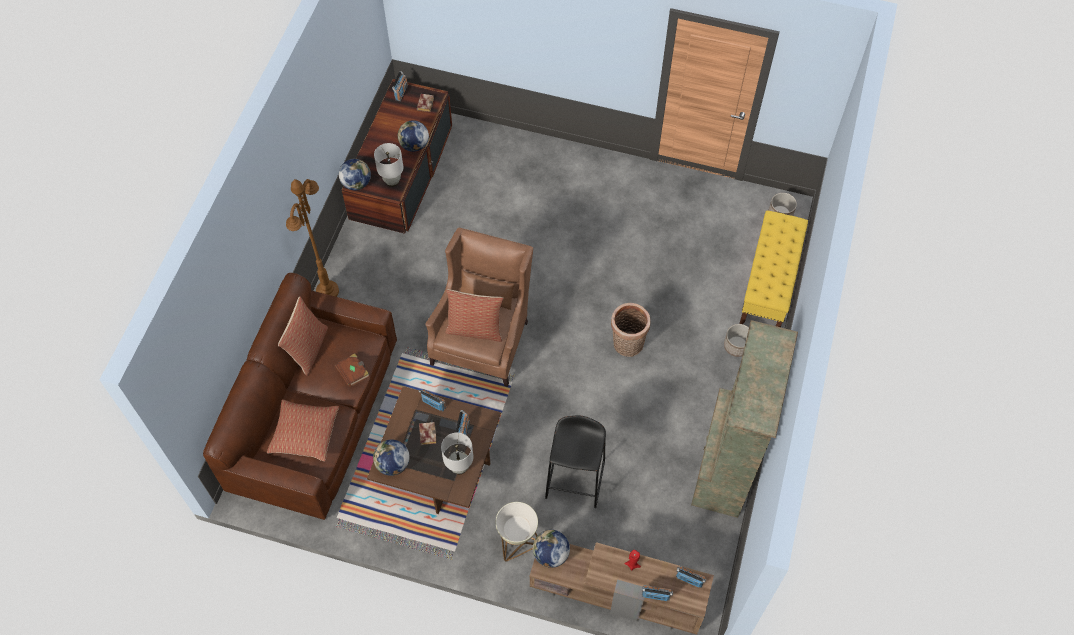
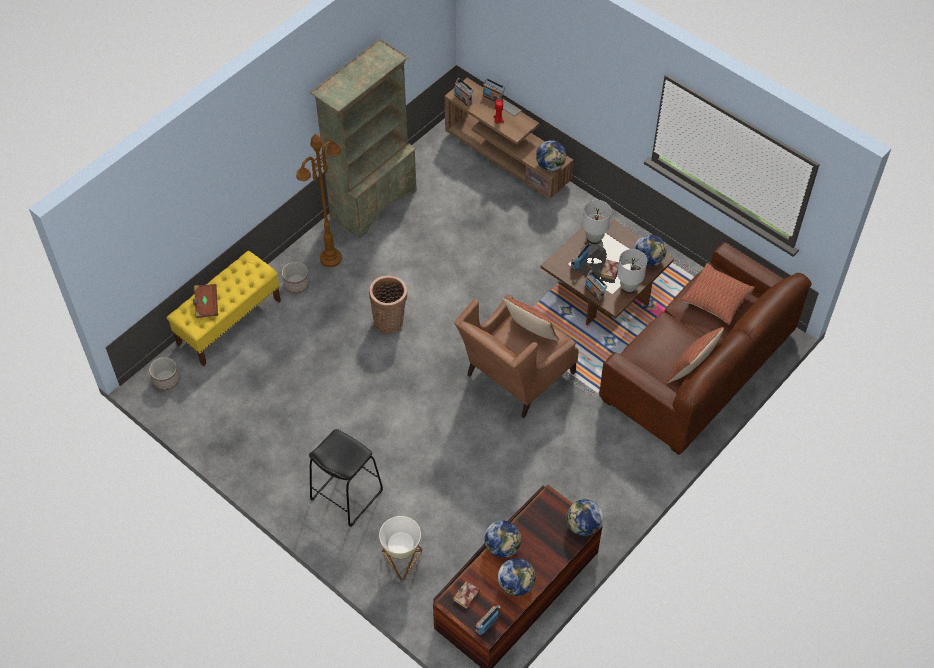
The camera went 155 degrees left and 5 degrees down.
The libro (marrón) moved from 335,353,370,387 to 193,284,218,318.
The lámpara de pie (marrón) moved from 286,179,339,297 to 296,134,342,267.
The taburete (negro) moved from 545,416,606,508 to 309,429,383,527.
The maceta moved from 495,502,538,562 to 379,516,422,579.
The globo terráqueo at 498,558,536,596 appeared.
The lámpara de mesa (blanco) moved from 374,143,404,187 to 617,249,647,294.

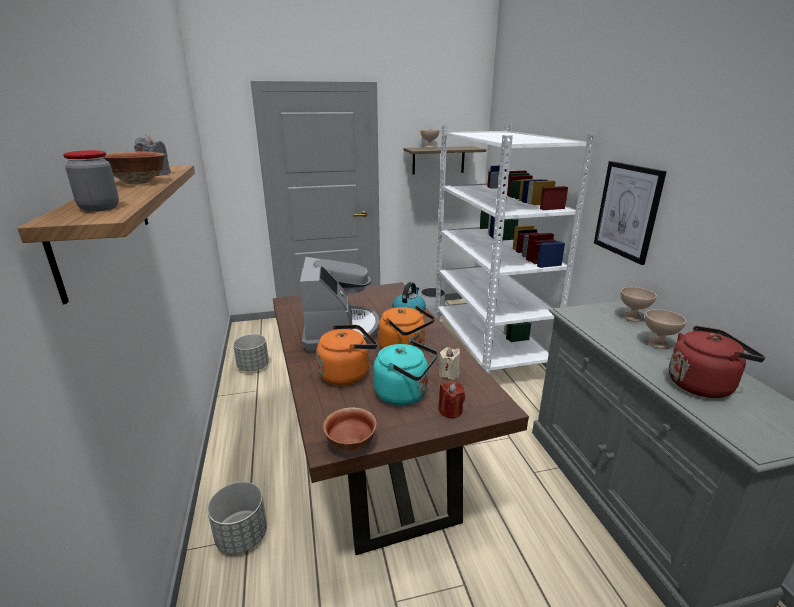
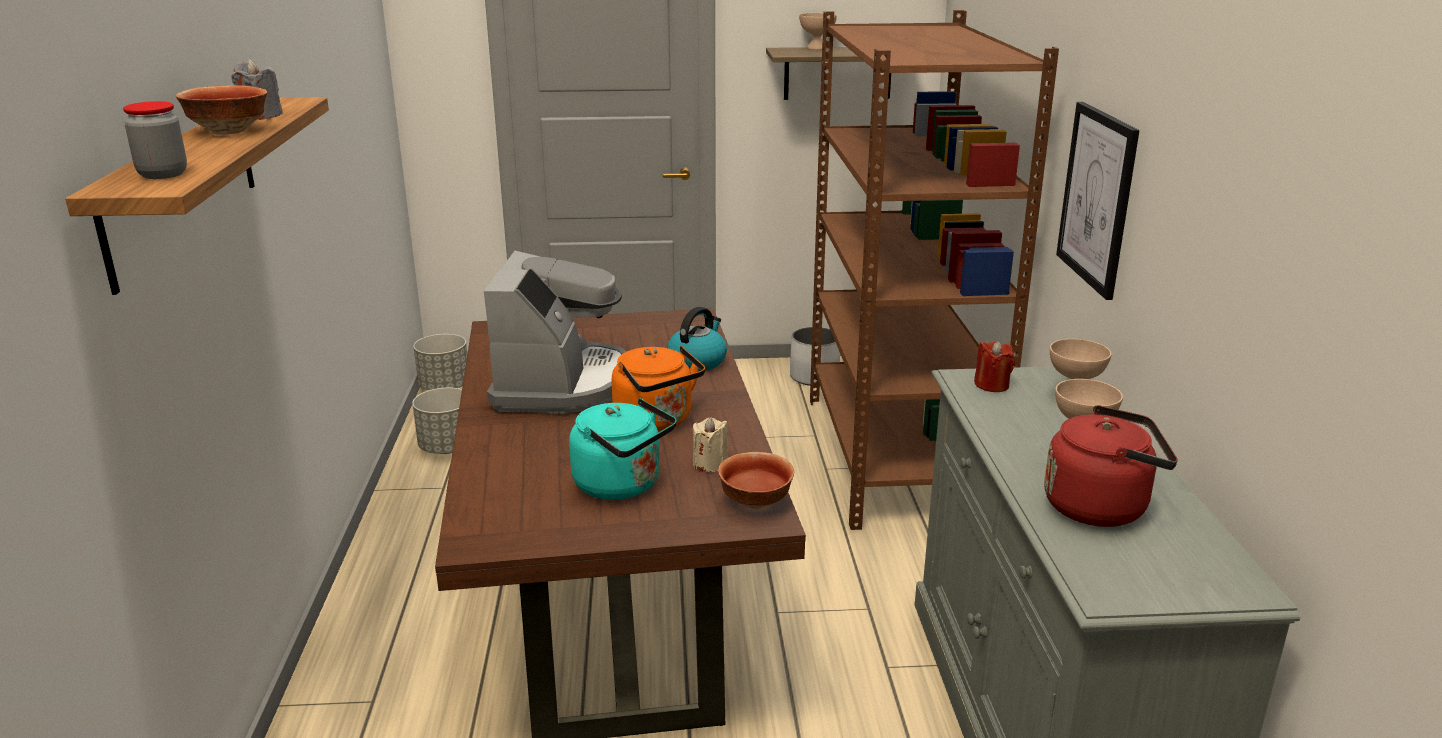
The camera went 10 degrees right and 0 degrees up.
The maceta (gris) moved from 207,482,267,554 to 413,334,467,390.
The cuenco moved from 323,407,377,452 to 718,452,794,509.
The estantería (blanco) at 435,124,595,375 became the estantería (marrón) at 810,10,1059,530.
The vela (rojo) moved from 438,381,465,418 to 974,340,1015,392.
The hervidor (naranja) at 317,325,377,385 disappeared.

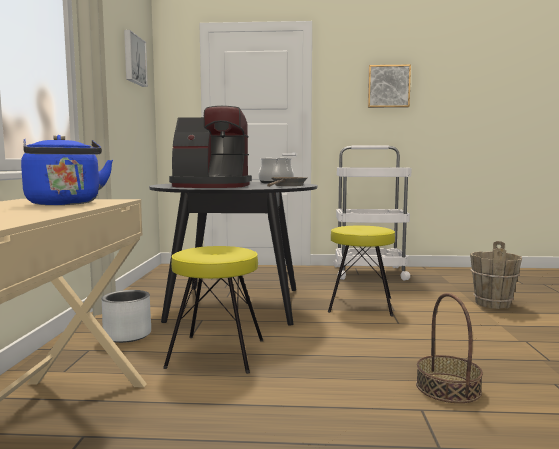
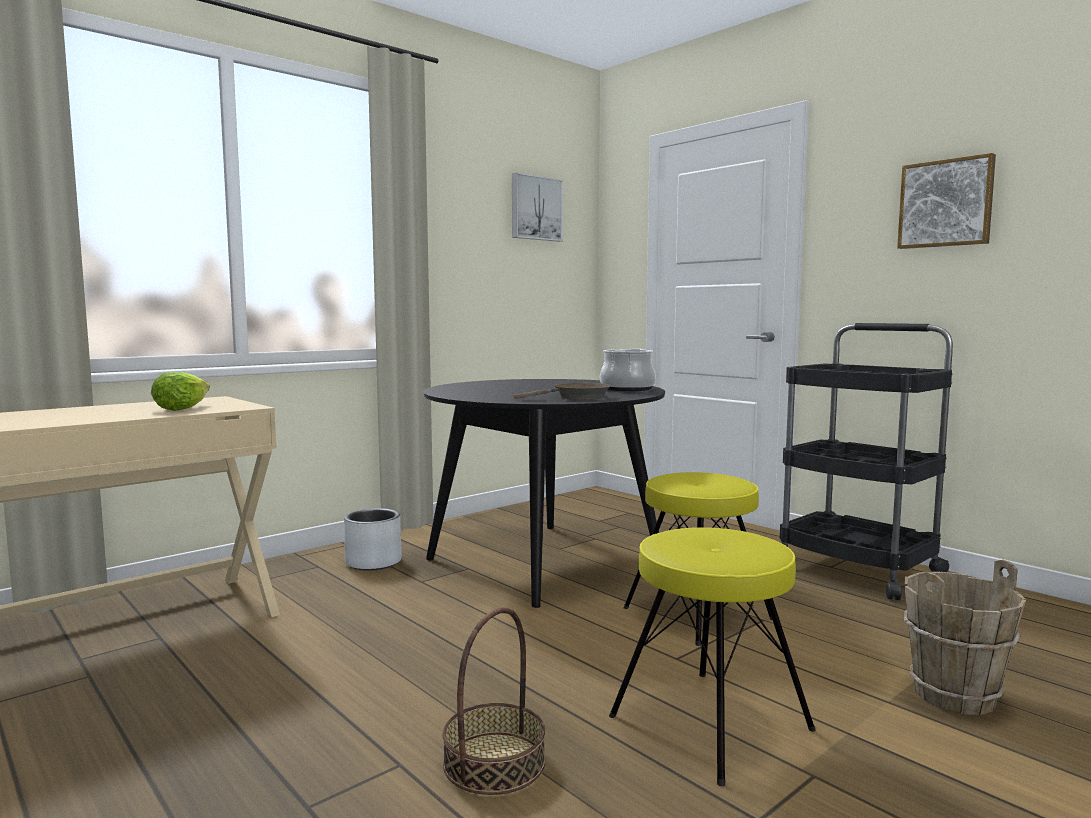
The camera went 45 degrees right and 0 degrees up.
The hervidor (azul) at 21,135,113,205 was replaced by the lechuga at 151,371,210,411.
The taburete (amarillo) moved from 163,246,263,374 to 609,527,816,786.
The carrito (blanco) at 333,145,412,281 became the carrito (negro) at 780,323,953,600.
The cafetera at 169,106,252,188 disappeared.

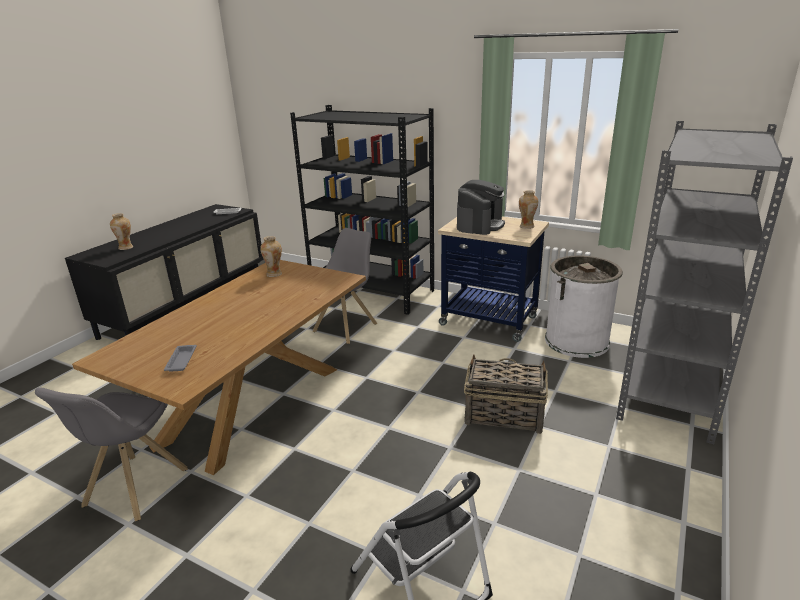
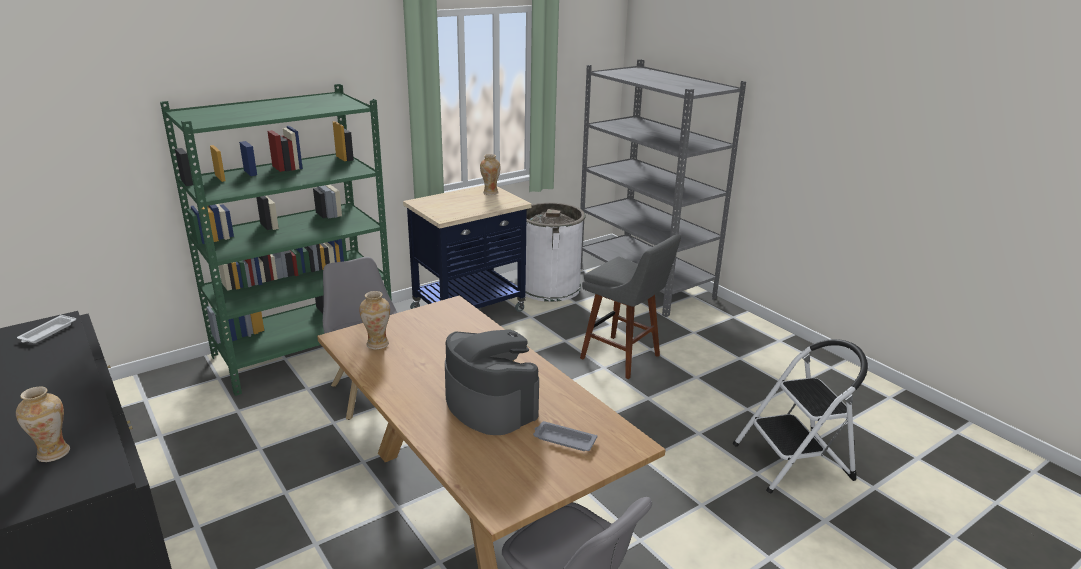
The camera went 65 degrees left and 0 degrees up.
The estantería (negro) at 290,105,434,315 became the estantería (verde) at 160,84,392,396.
The cafetera moved from 457,180,505,235 to 445,330,539,435.
The cesta at 464,354,548,434 was replaced by the taburete (gris) at 580,234,681,379.

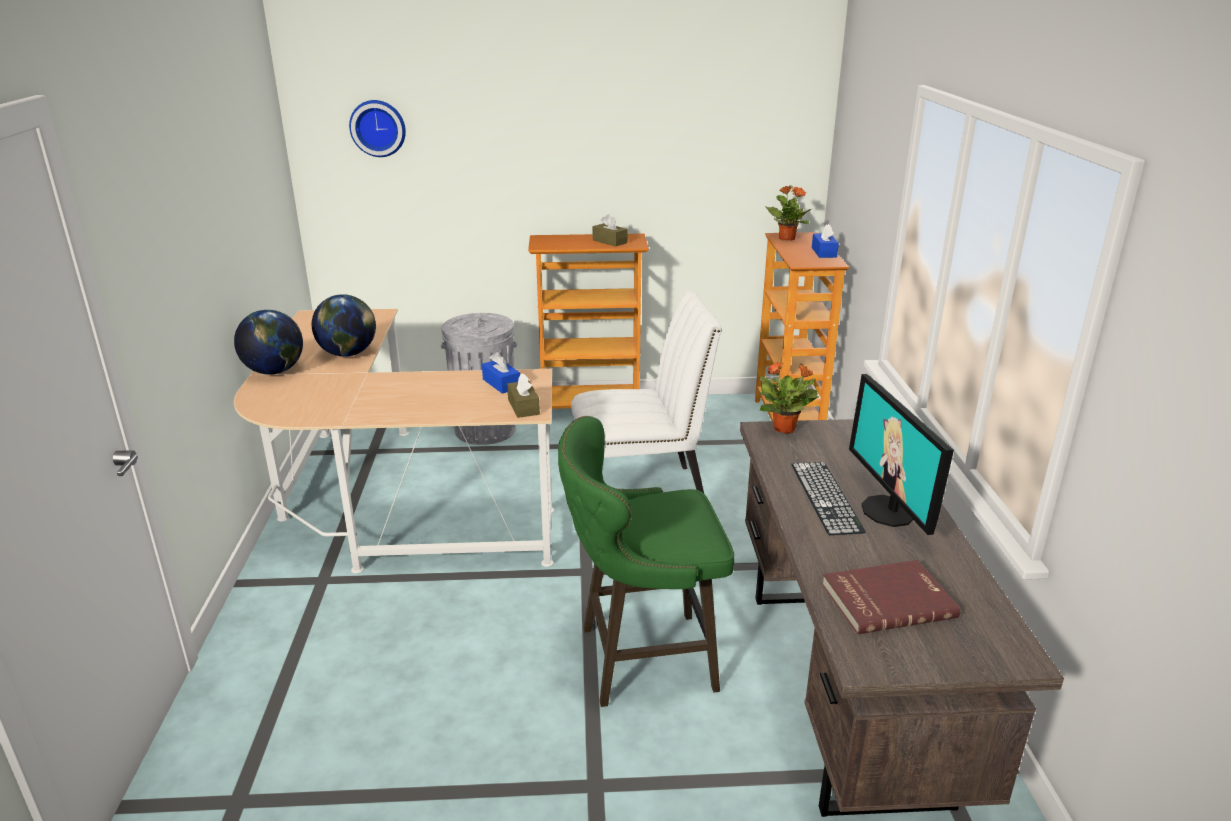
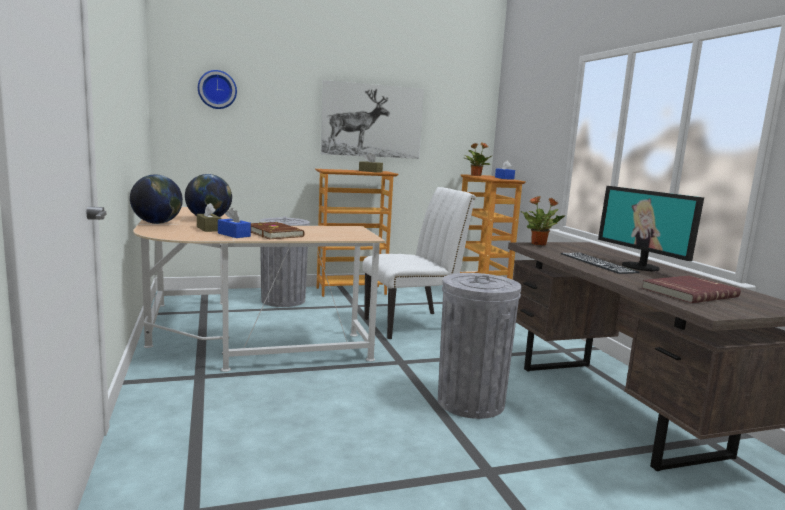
The camera went 15 degrees left and 15 degrees down.
The caja de pañuelos (marrón) moved from 507,373,540,418 to 197,203,221,232.
The caja de pañuelos (azul) moved from 482,352,520,394 to 218,208,251,238.
The libro (marrón) at 251,222,305,239 appeared.
The cuadro at 321,80,424,159 appeared.
The taburete (verde) at 558,416,734,707 was replaced by the papelera (gris) at 438,273,522,419.

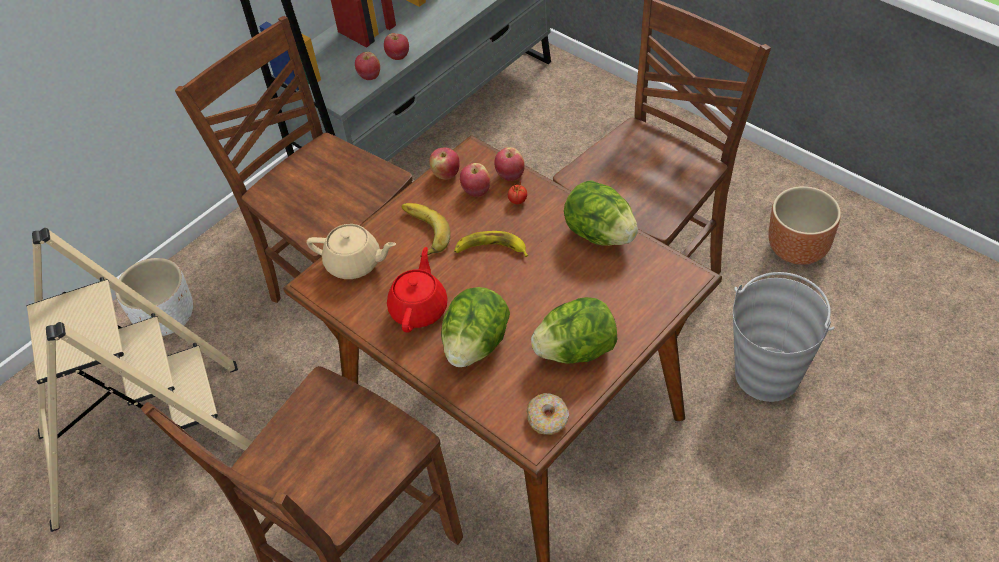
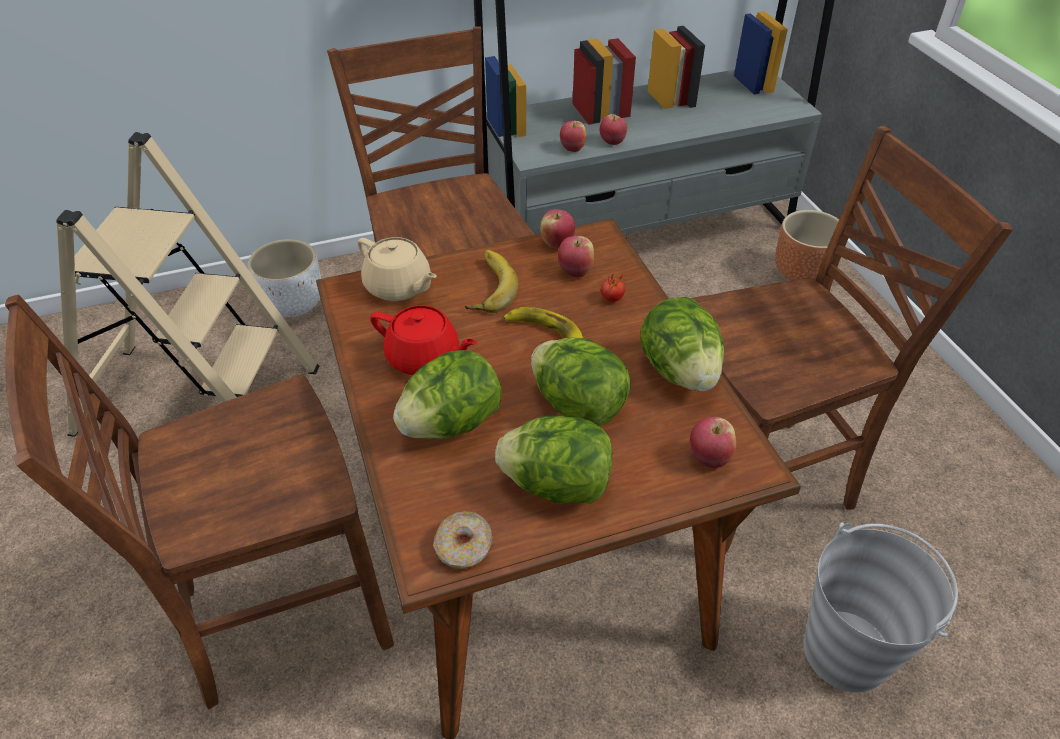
The camera went 25 degrees right and 5 degrees down.
The tetera (rojo) at 387,247,448,332 turned 75 degrees clockwise.
The lechuga at 531,338,631,426 appeared.
The manzana moved from 494,147,525,181 to 690,417,736,468.
The maceta (marrón) moved from 769,186,841,265 to 775,210,839,280.

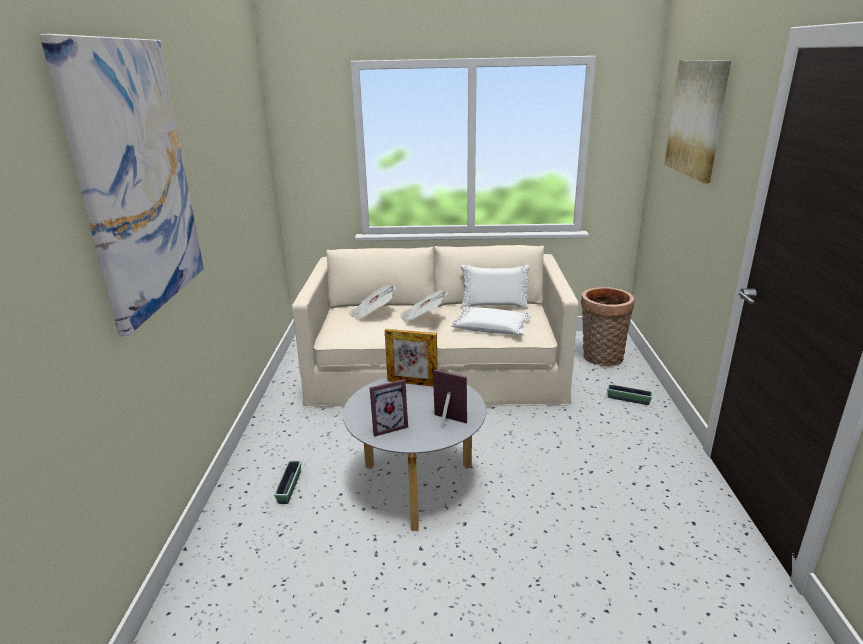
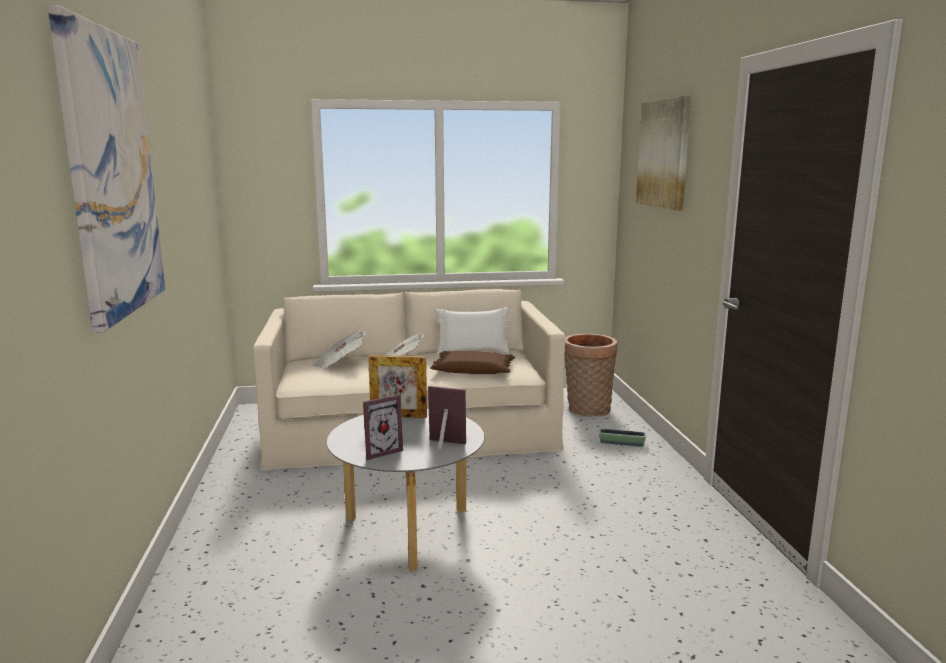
The camera went 10 degrees left and 10 degrees down.
The cojín (blanco) at 451,306,532,335 became the cojín (marrón) at 430,351,515,374.
The maceta at 274,460,301,504 disappeared.

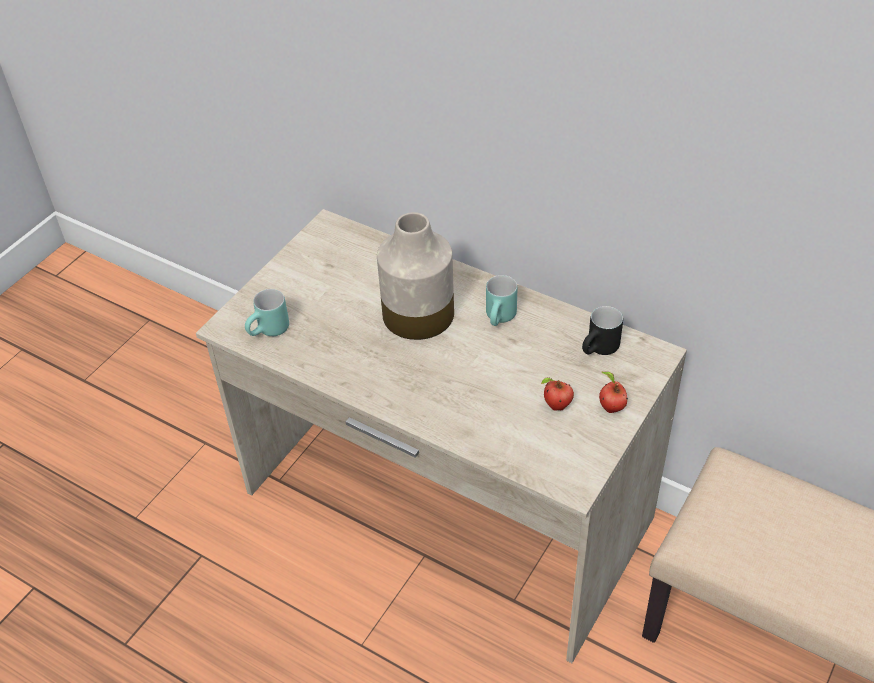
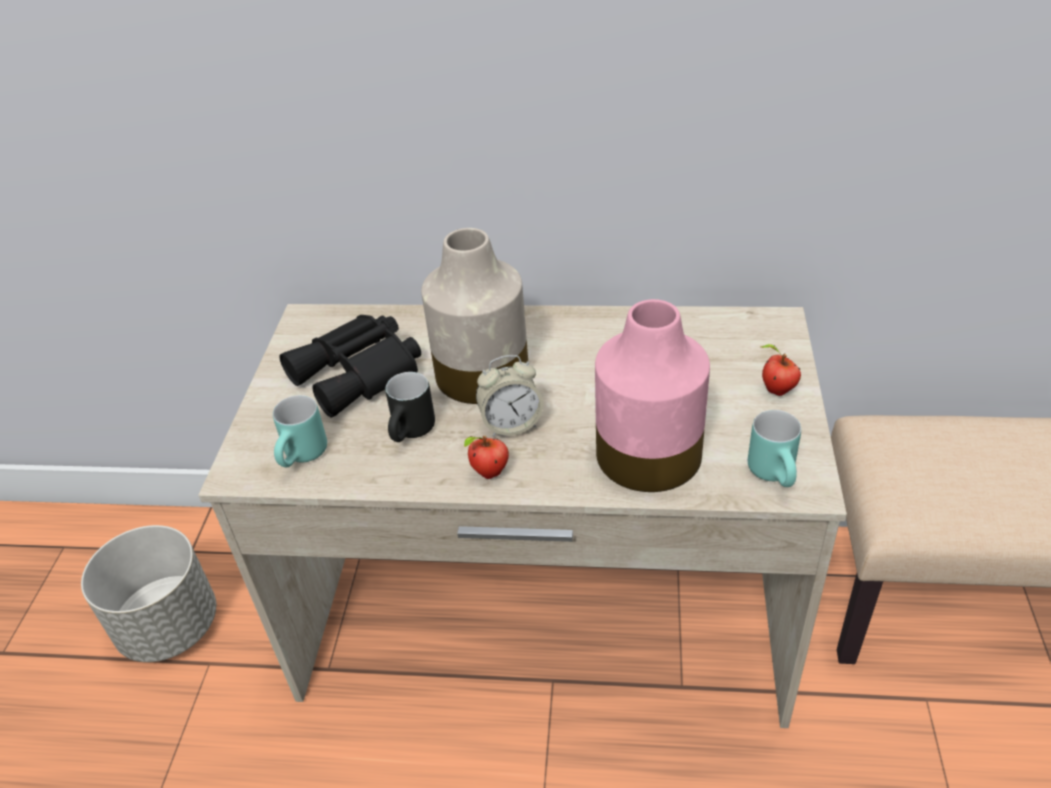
The camera went 25 degrees left and 5 degrees down.
The maceta (gris) at 81,525,216,662 appeared.
The prismáticos (negro) at 279,315,421,417 appeared.
The taza grande (negro) moved from 582,306,623,355 to 385,372,435,442.
The manzana moved from 541,377,574,411 to 464,436,509,479.
The despertador at 476,355,543,437 appeared.
The florero (rosa) at 595,299,710,492 appeared.
The taza grande (turquesa) moved from 486,275,517,326 to 748,410,801,487.

